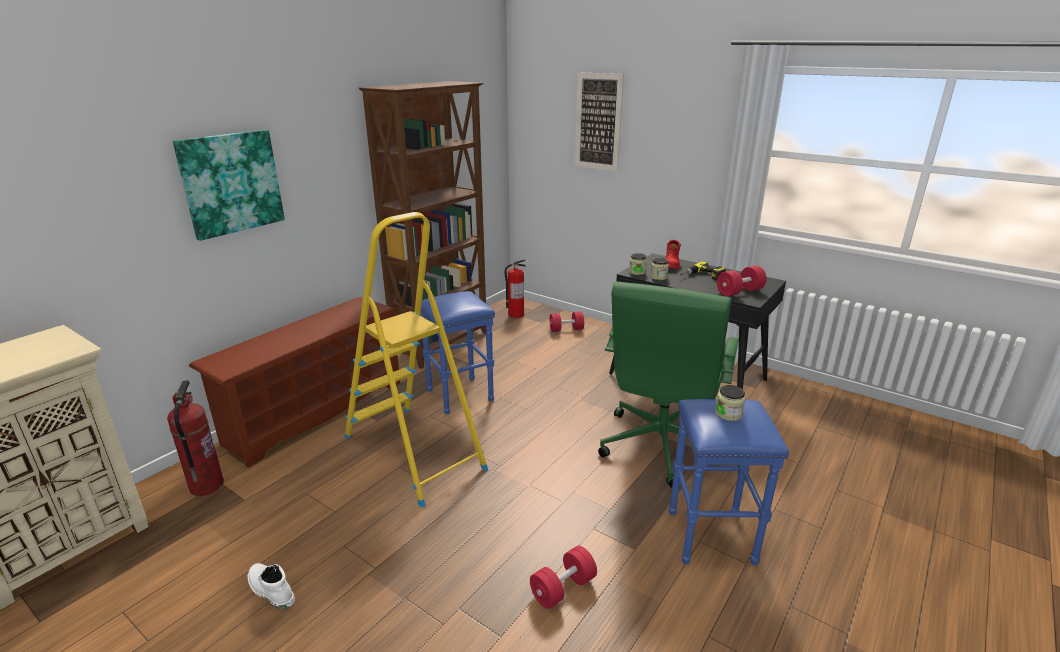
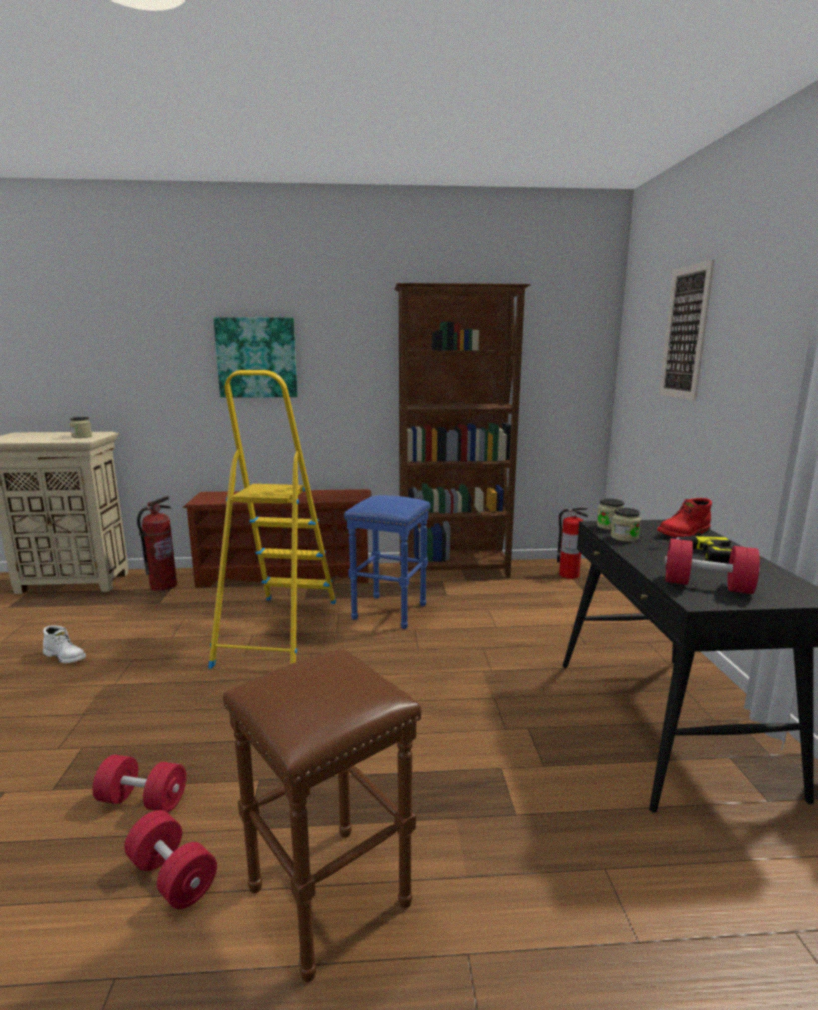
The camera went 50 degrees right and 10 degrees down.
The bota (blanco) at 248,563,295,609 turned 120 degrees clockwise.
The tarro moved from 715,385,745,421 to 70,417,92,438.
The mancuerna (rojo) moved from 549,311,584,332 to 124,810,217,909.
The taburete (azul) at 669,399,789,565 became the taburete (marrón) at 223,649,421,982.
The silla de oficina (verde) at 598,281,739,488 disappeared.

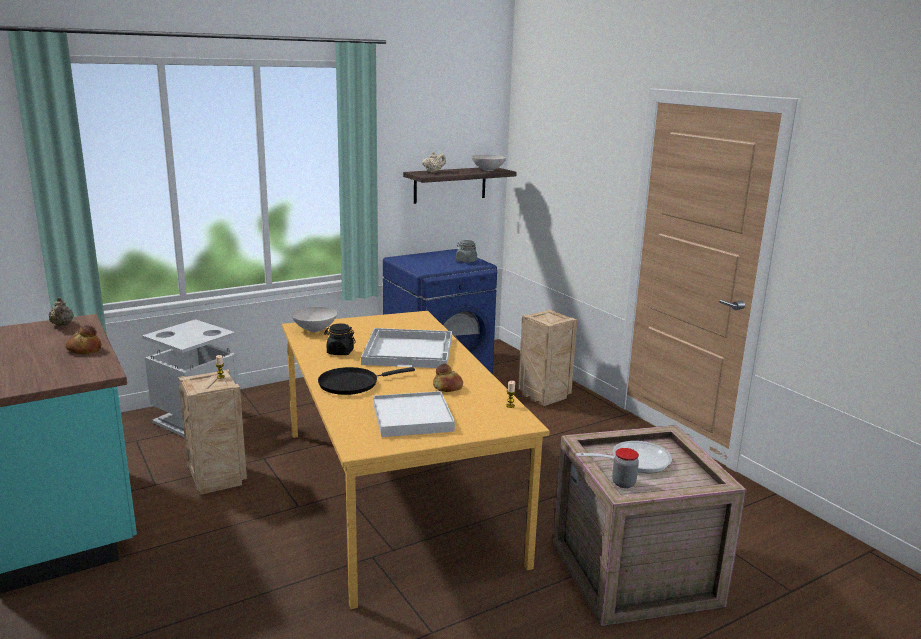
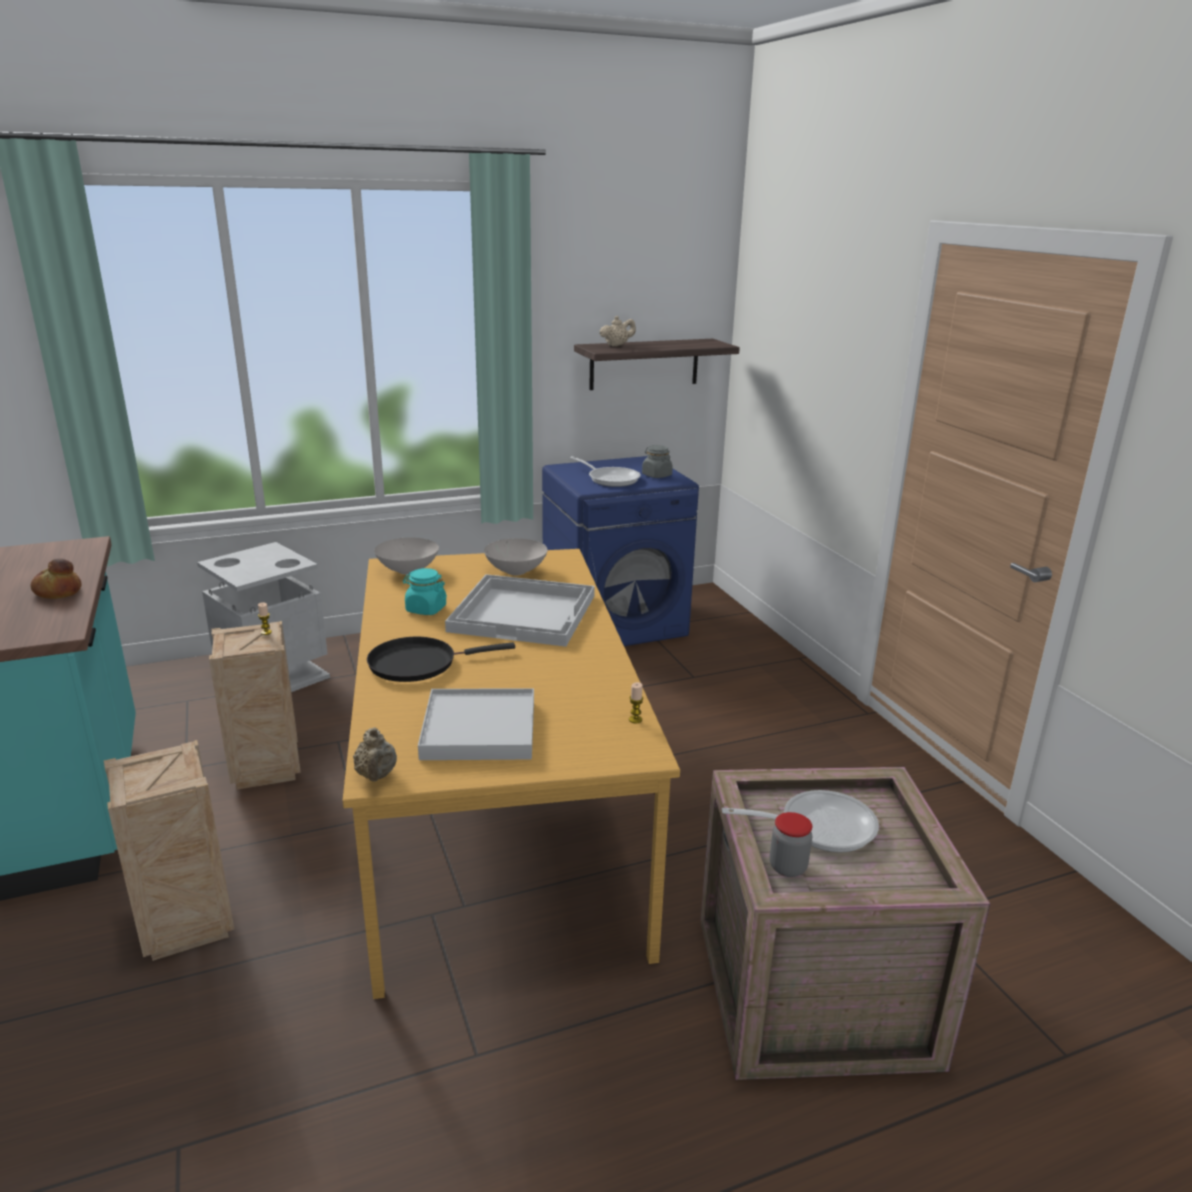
The camera went 10 degrees right and 5 degrees up.
The caja de embalaje moved from 518,309,577,406 to 104,740,234,961.
The tetera (beis) moved from 49,297,74,326 to 353,727,397,782.
The tarro (negro) at 324,323,355,355 became the tarro (turquesa) at 403,568,447,615.
The cuenco (blanco) moved from 471,155,506,171 to 484,538,548,575.
The sartén at 570,456,641,487 appeared.
The pan at 433,364,463,392 disappeared.

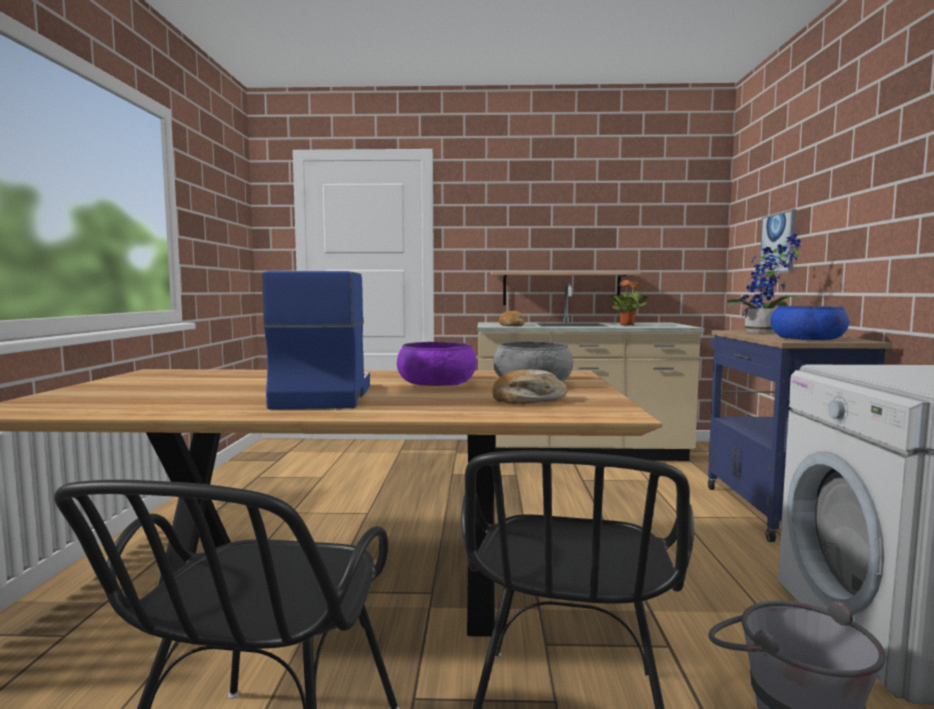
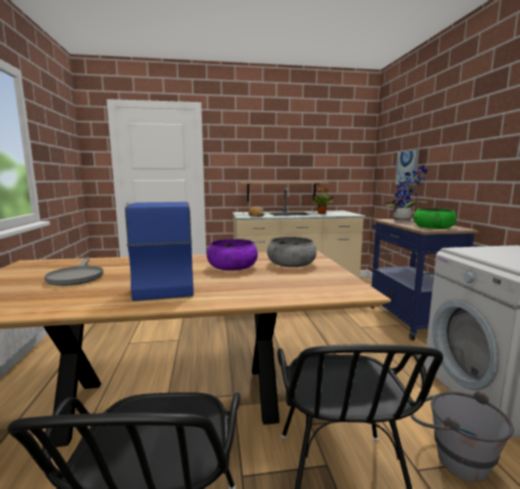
The camera went 10 degrees left and 5 degrees up.
The sartén (gris) at 44,257,103,286 appeared.
The cuenco (azul) at 770,306,849,340 became the cuenco (verde) at 413,208,457,229.
The pan at 492,370,567,404 disappeared.

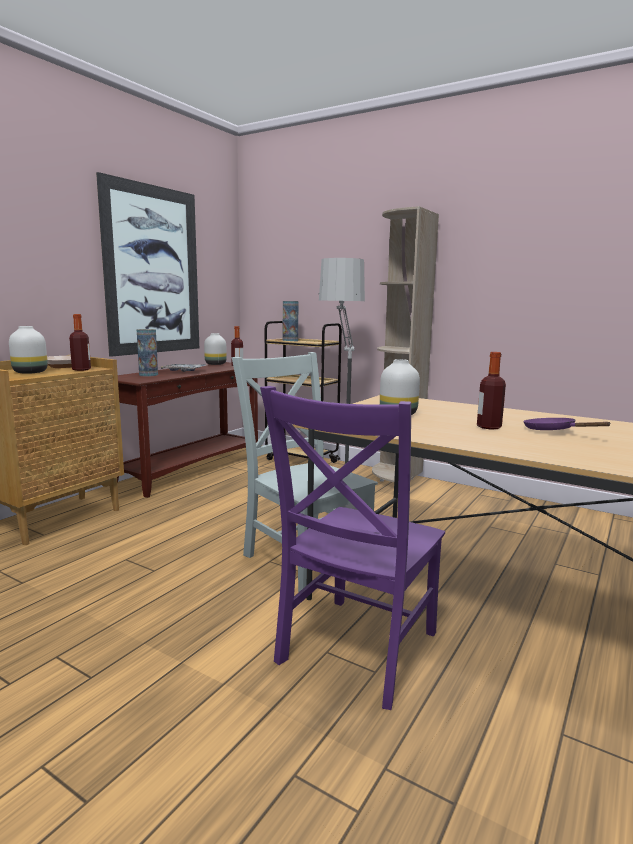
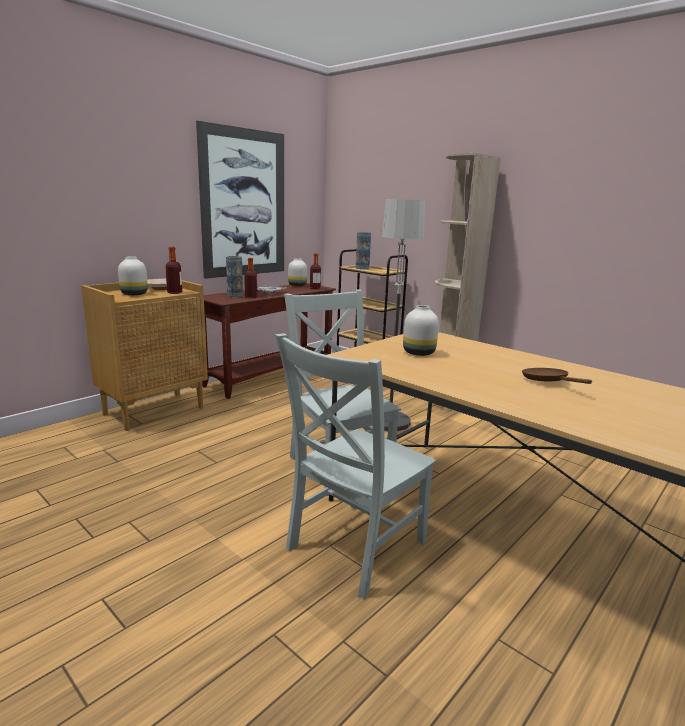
The camera went 10 degrees right and 5 degrees up.
The botella moved from 477,352,506,430 to 244,258,257,298.
The silla (morado) at 260,386,445,710 became the silla (gris) at 275,333,436,599.
The sartén (morado) at 523,418,611,430 became the sartén (marrón) at 522,368,592,384.

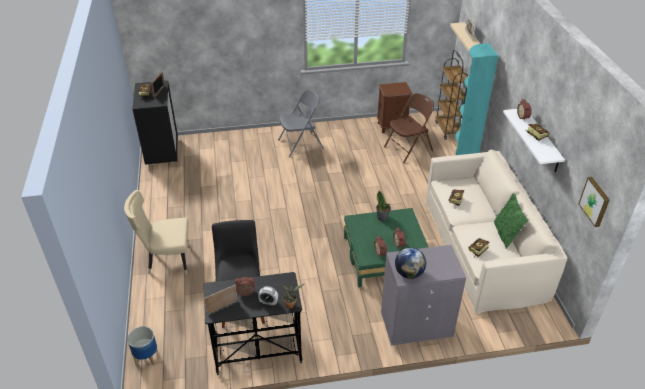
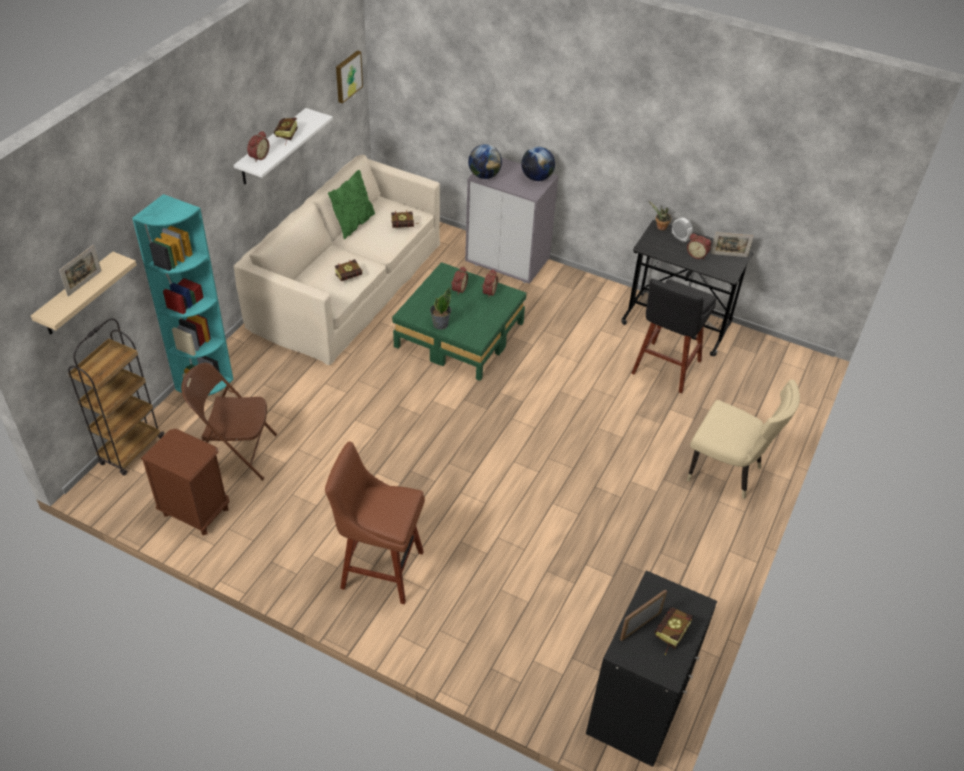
The camera went 145 degrees left and 5 degrees up.
The silla (gris) at 278,90,324,158 was replaced by the taburete (marrón) at 325,441,425,604.
The globo terráqueo at 468,144,502,179 appeared.
The maceta at 127,326,158,366 disappeared.

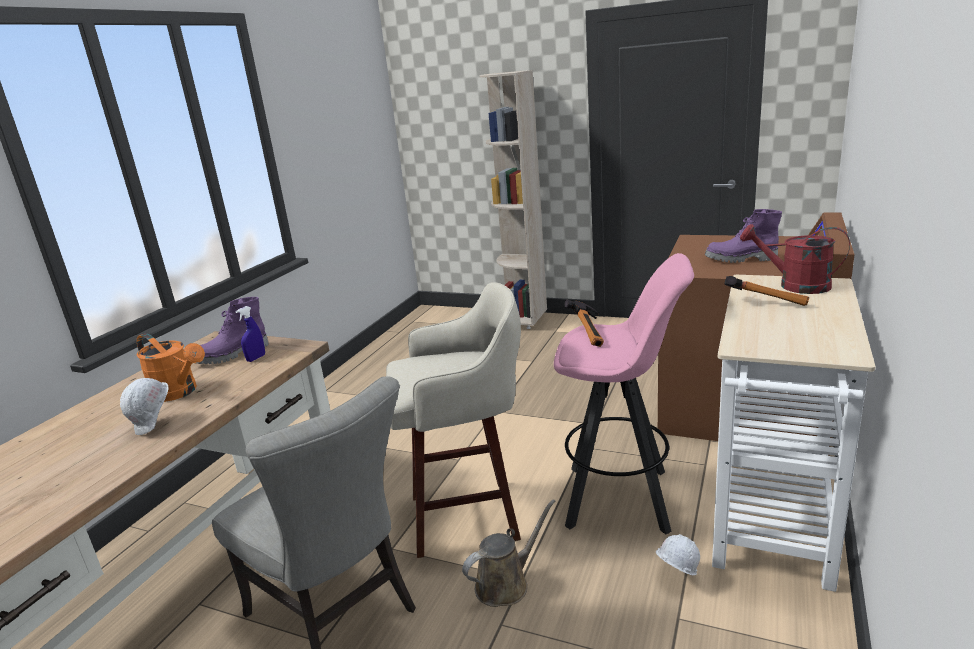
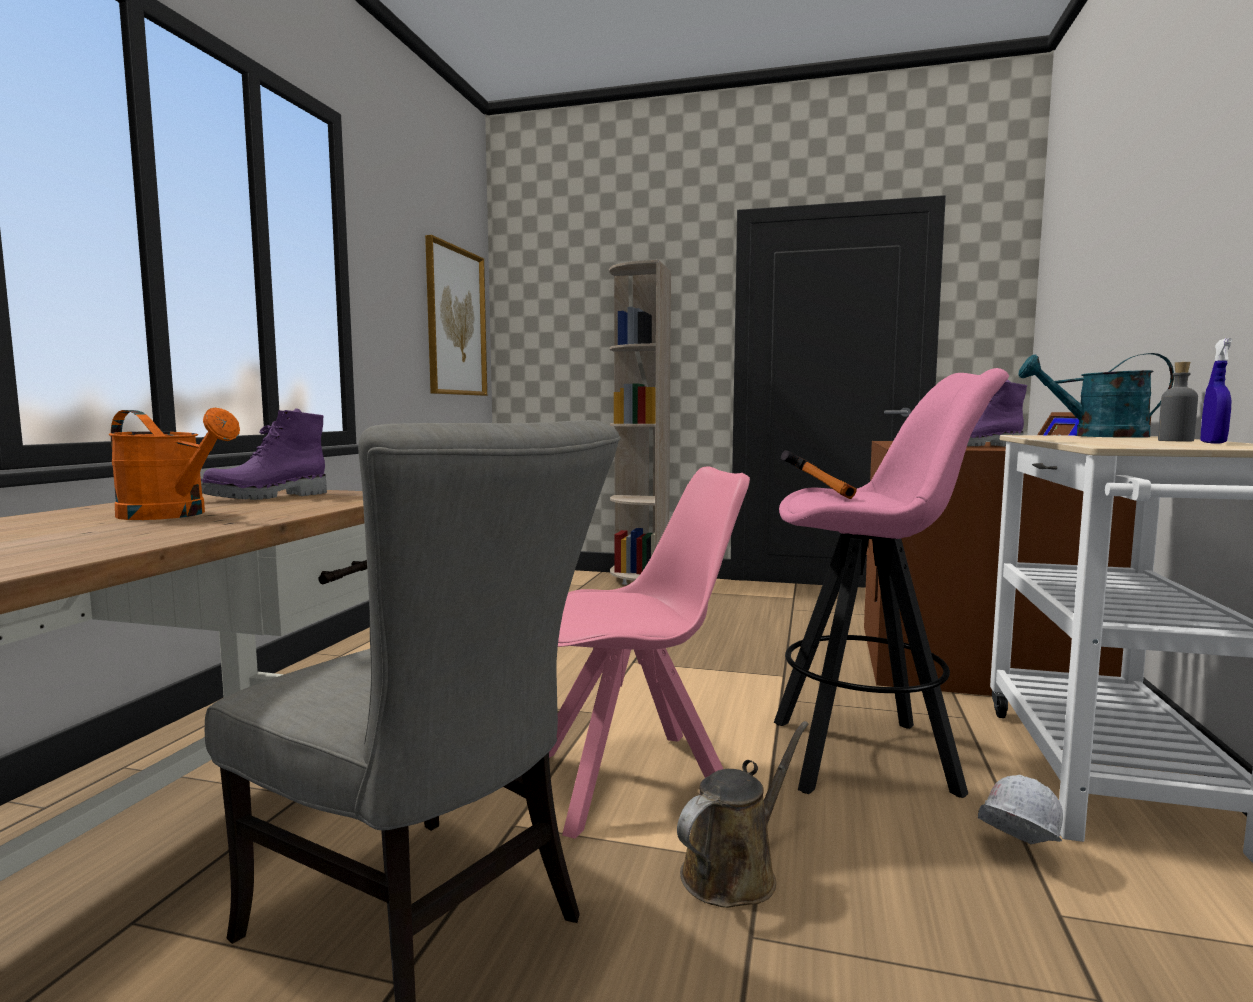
The camera went 10 degrees left and 15 degrees down.
The cuadro at 425,235,487,396 appeared.
The taburete (beis) at 386,282,521,558 was replaced by the silla (rosa) at 549,466,750,839.
The regadera (rojo) at 740,224,850,294 became the regadera (turquesa) at 1018,353,1174,438.
The botella (gris) at 1158,362,1198,441 appeared.
The pulverizador (azul) moved from 236,306,265,362 to 1200,338,1233,443.
The casco (blanco) at 120,378,169,435 disappeared.
The martillo at 724,276,809,306 disappeared.

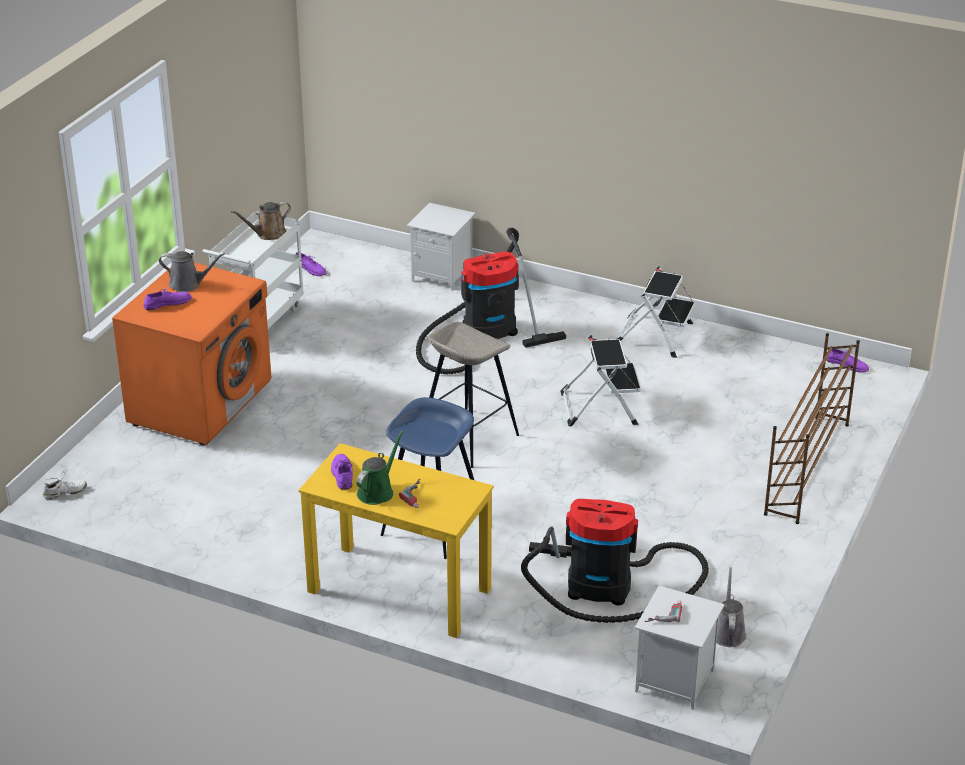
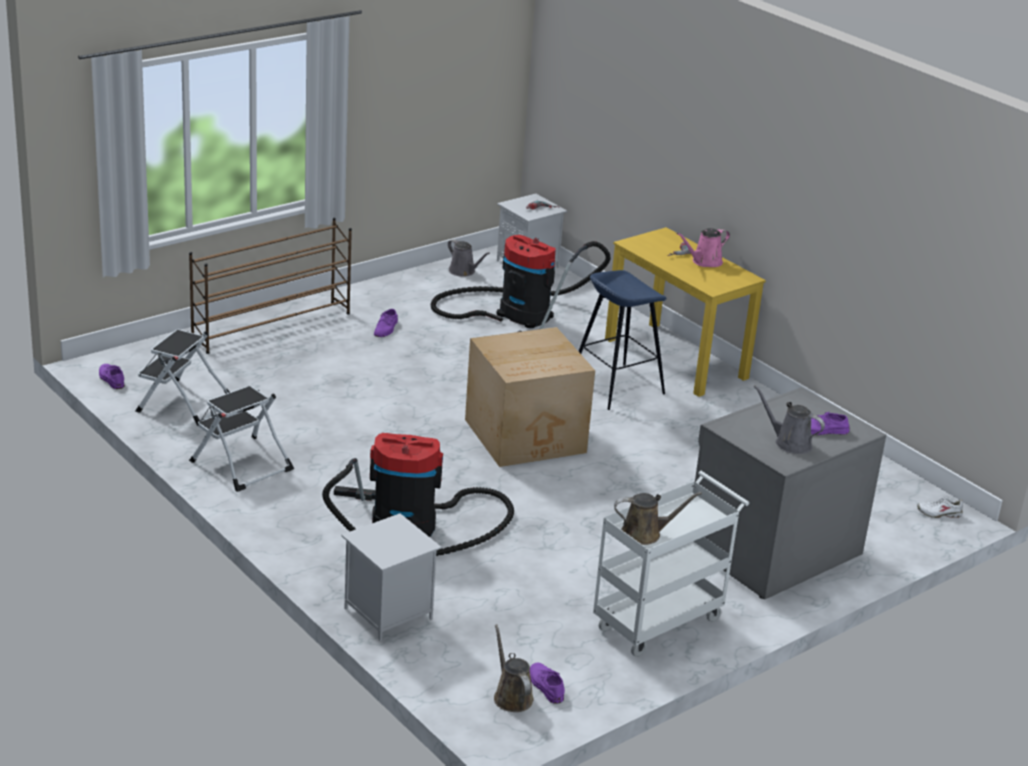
The camera went 155 degrees left and 5 degrees down.
The escalera de tijera moved from 560,335,641,426 to 135,329,230,426.
The zapato (morado) moved from 331,454,353,490 to 374,309,398,337.
The regadera (gris) at 716,567,746,647 turned 75 degrees counterclockwise.
The taburete (gris) at 428,322,519,468 was replaced by the caja de cartón at 465,327,595,467.
The regadera (marrón) at 494,624,534,712 appeared.
The regadera (verde) at 357,430,404,505 became the regadera (rosa) at 677,228,730,267.
The lavadora (naranja) at 112,262,271,445 became the lavadora (gris) at 695,387,886,599.

